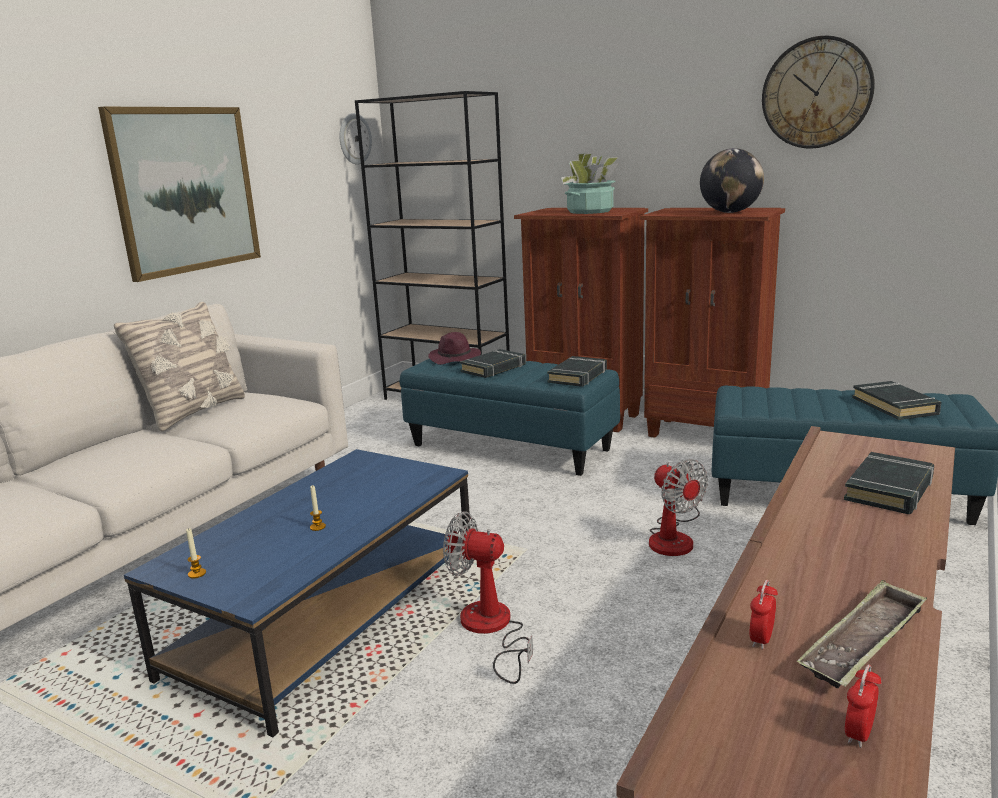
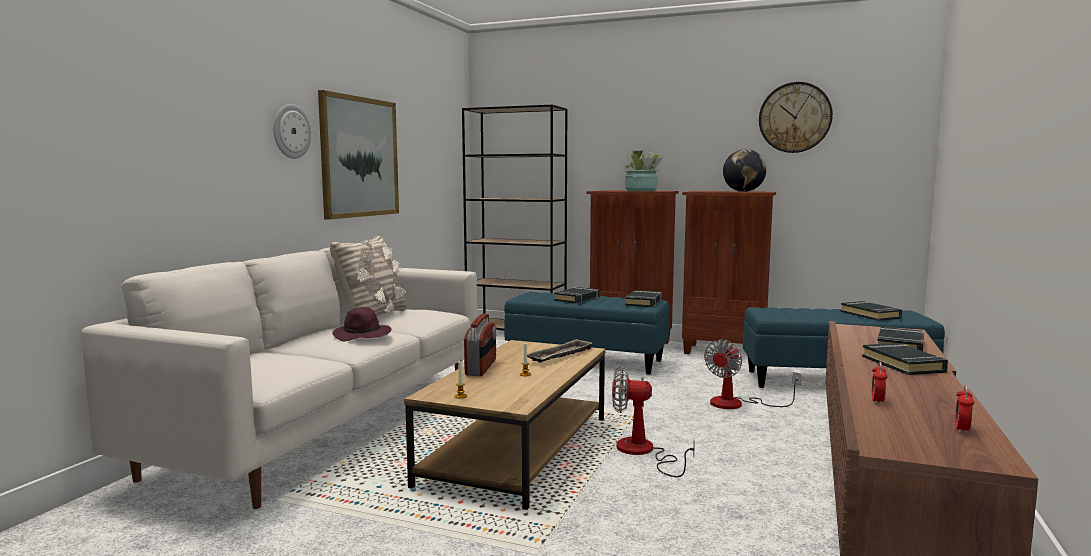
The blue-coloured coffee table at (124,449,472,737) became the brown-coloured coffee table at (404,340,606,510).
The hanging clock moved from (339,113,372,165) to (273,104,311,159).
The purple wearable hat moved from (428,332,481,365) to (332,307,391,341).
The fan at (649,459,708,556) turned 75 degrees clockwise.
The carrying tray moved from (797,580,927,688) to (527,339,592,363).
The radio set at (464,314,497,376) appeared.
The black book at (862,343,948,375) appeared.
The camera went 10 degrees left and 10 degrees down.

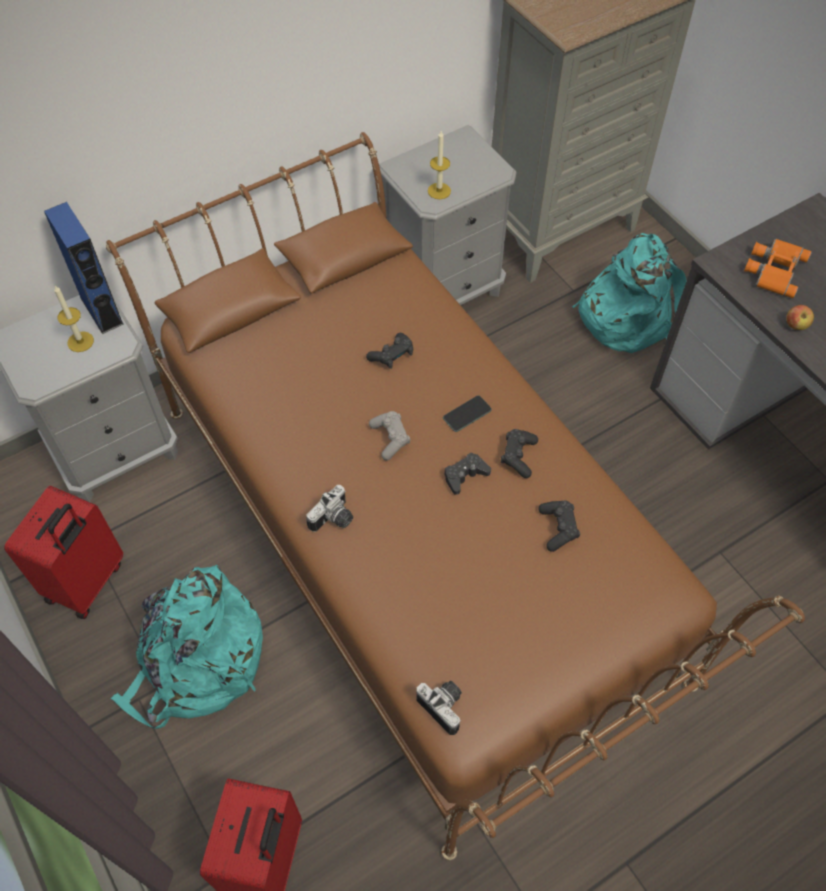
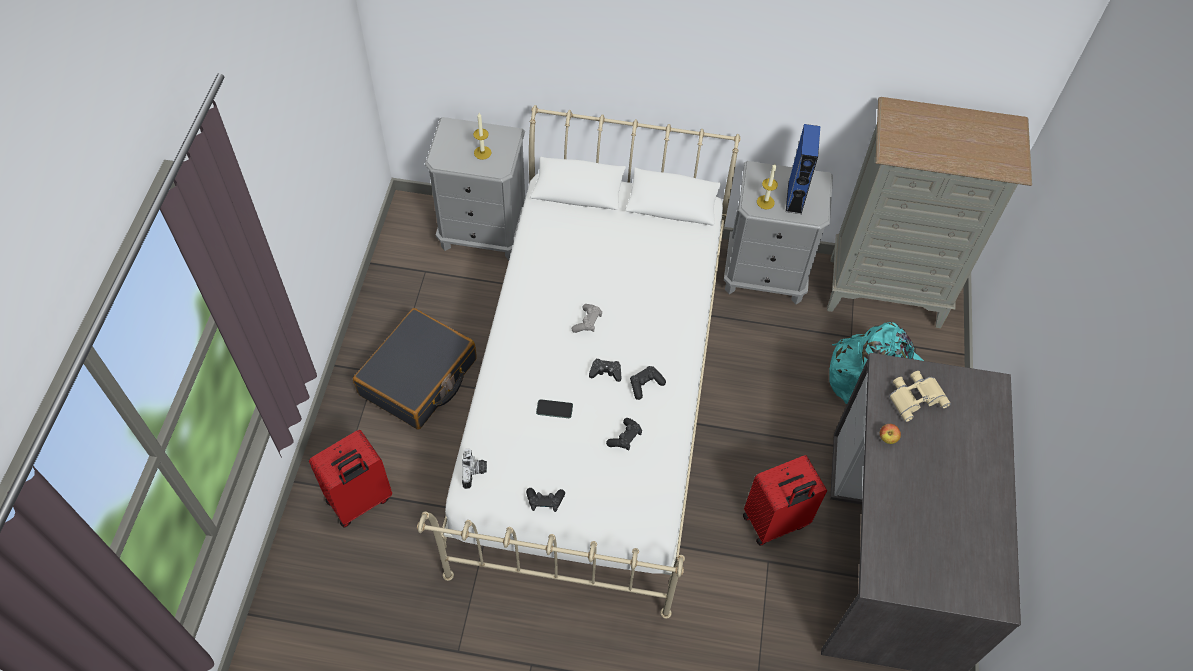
The red-coloured suitcase moved from (4,486,123,619) to (743,455,827,546).
The blue-coloured loudspeaker moved from (44,202,124,334) to (786,124,820,214).
The brown-coloured bed at (106,132,805,860) became the whitish bed at (417,105,741,619).
The turquoise-coloured backpack at (111,565,263,729) was replaced by the black suitcase at (353,308,476,429).
The photo camera at (306,485,353,532) disappeared.
The black gamepad moved from (366,333,413,369) to (526,488,565,512).
The telephone moved from (443,395,492,432) to (536,399,573,418).
The orange-coloured binoculars at (744,238,812,298) became the sand-coloured binoculars at (889,371,951,422).
The camera went 40 degrees right and 0 degrees up.

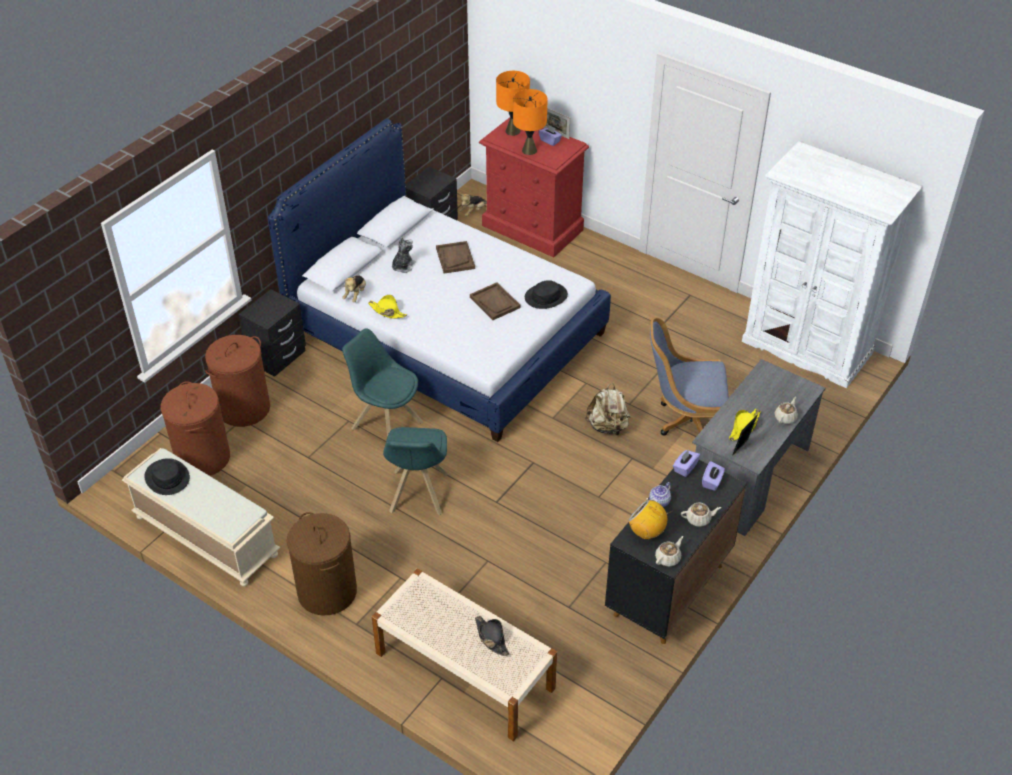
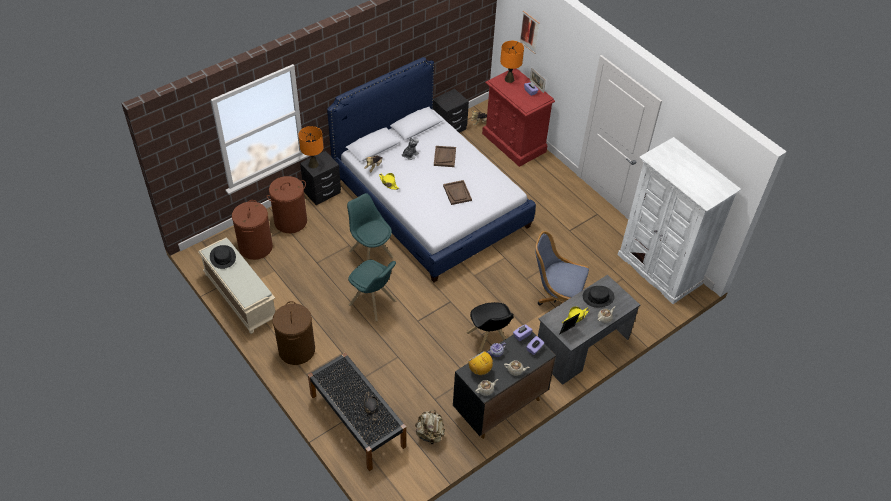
The sand-coloured bench at (372,568,557,742) became the black bench at (308,353,407,471).
The turquoise-coloured upright chair at (383,427,449,516) turned 75 degrees counterclockwise.
The orange-coloured tabletop lamp moved from (513,89,548,155) to (299,126,323,168).
The black wearable hat moved from (525,280,568,309) to (583,286,615,307).
The sand-coloured backpack moved from (585,383,631,437) to (415,410,445,444).
The black upright chair at (466,302,514,354) appeared.
The wall picture at (519,11,540,54) appeared.
The camera went 15 degrees right and 5 degrees up.

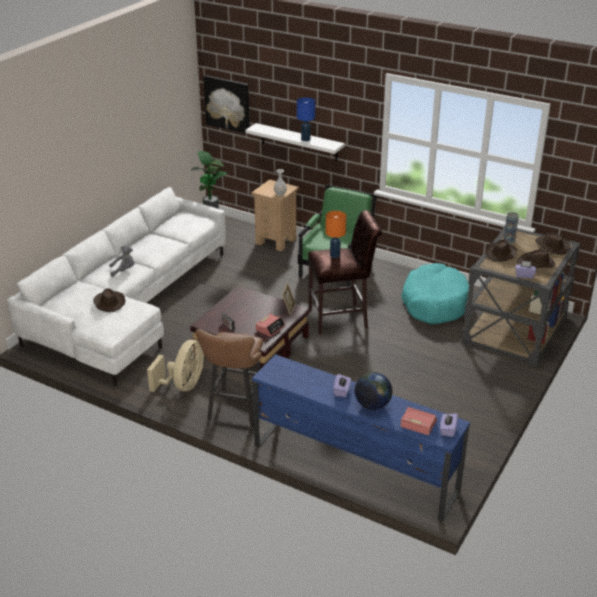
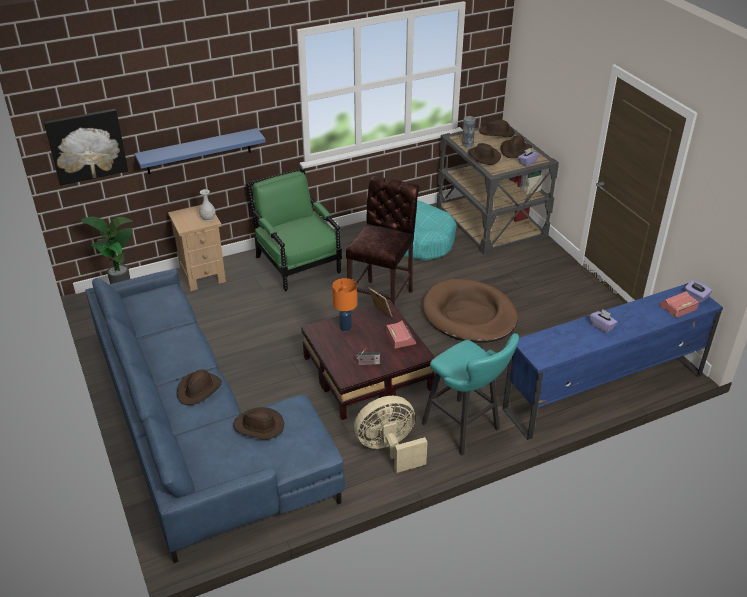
The whitish settee at (7,187,226,386) became the blue-coloured settee at (85,269,345,563).
The grey cuddly toy at (109,245,134,277) was replaced by the brown-coloured wearable hat at (177,369,222,405).
The sand-coloured fan at (147,340,204,392) turned 75 degrees counterclockwise.
The brown-coloured sitting stool at (195,329,263,427) became the turquoise-coloured sitting stool at (421,333,519,456).
The whitish wall shelf at (245,123,345,161) became the blue-coloured wall shelf at (134,128,266,174).
The blue-coloured tabletop lamp at (297,98,315,141) disappeared.
The orange-coloured tabletop lamp moved from (325,211,346,258) to (332,278,357,331).
The world globe at (355,372,392,410) disappeared.
The brown-coloured dog bed at (423,279,518,343) appeared.
The camera went 55 degrees left and 5 degrees up.

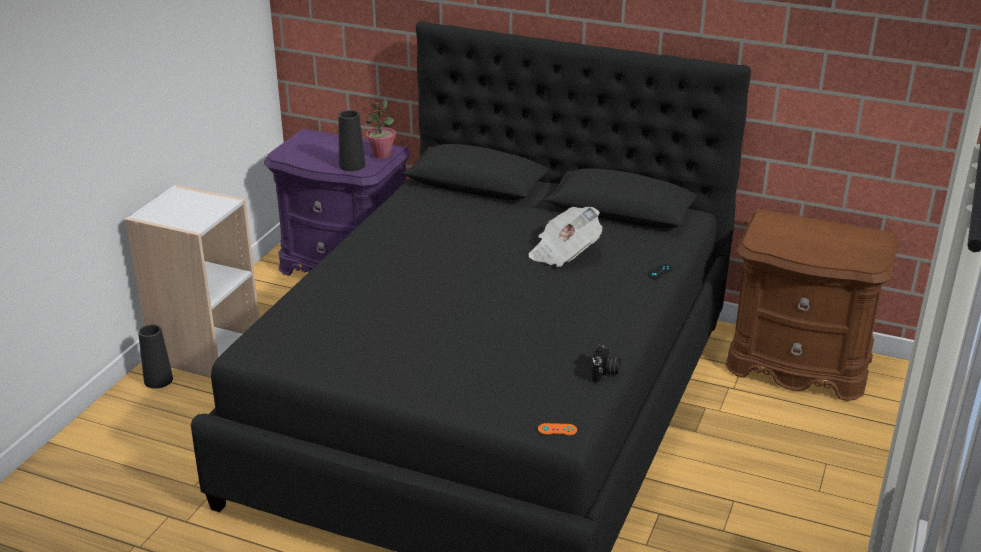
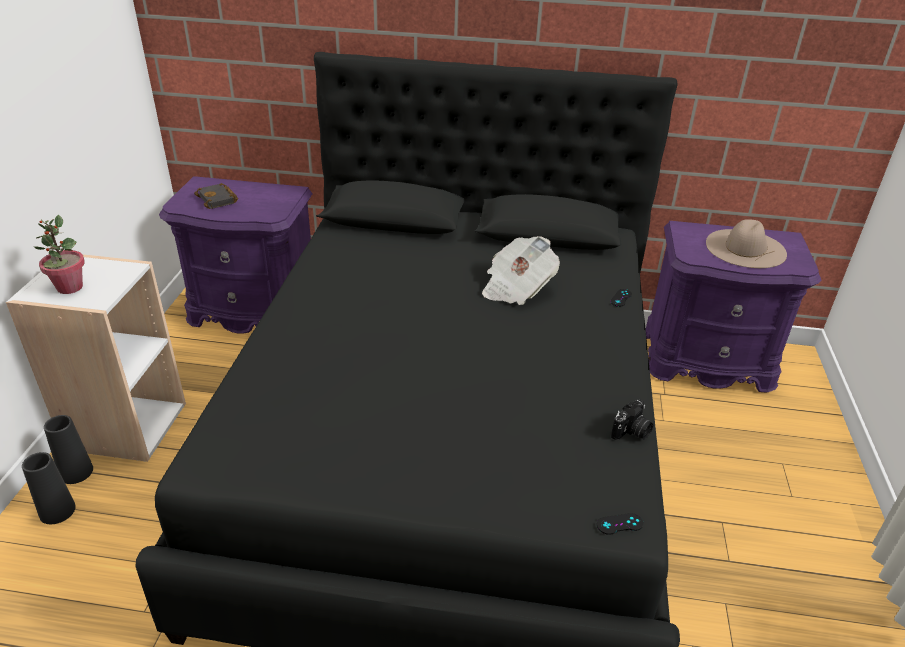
The black flower vase moved from (338,110,365,171) to (22,452,76,524).
The potted plant moved from (365,100,396,159) to (34,215,85,294).
The orange-coloured gamepad at (538,423,577,435) became the black gamepad at (597,513,643,535).
The photo camera at (592,344,620,383) turned 45 degrees clockwise.
The brown-coloured bedside table at (725,209,899,401) became the purple bedside table at (646,221,821,393).
The black book at (194,183,238,209) appeared.
The sand-coloured wearable hat at (706,219,787,268) appeared.
The camera went 15 degrees left and 5 degrees up.

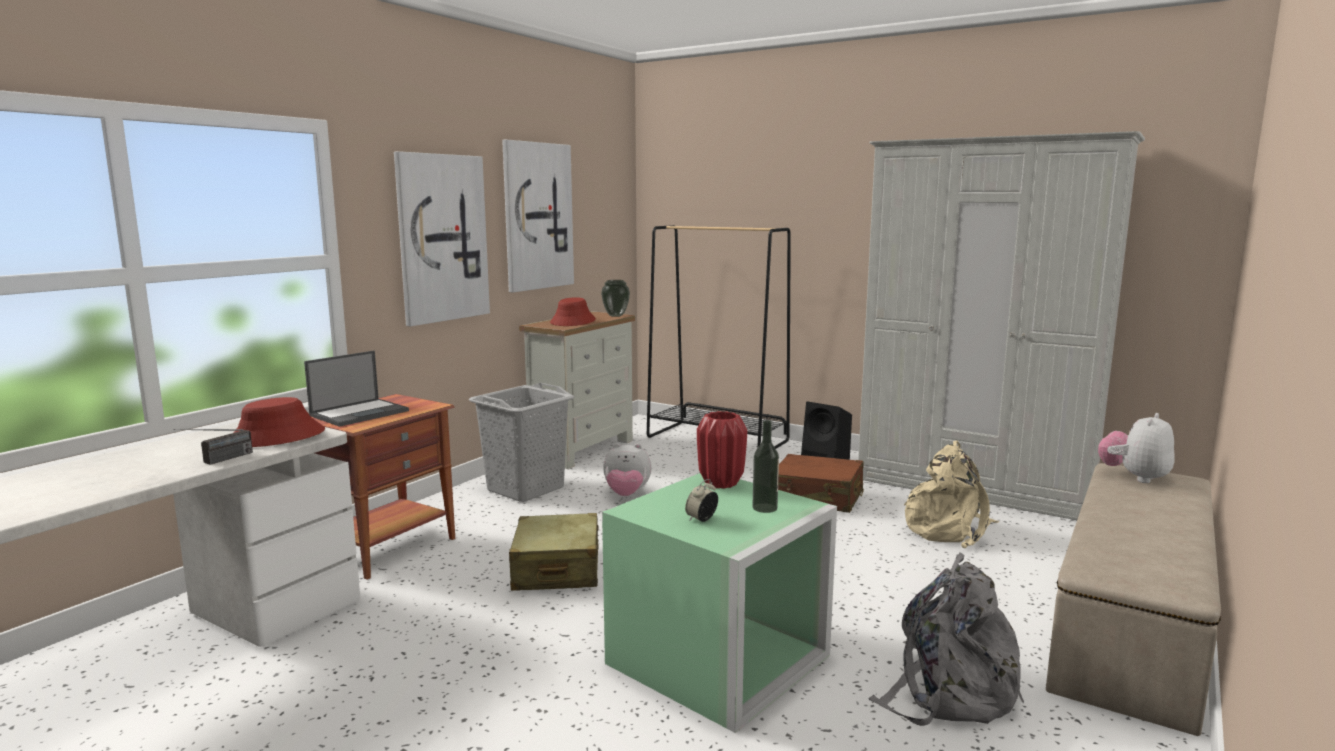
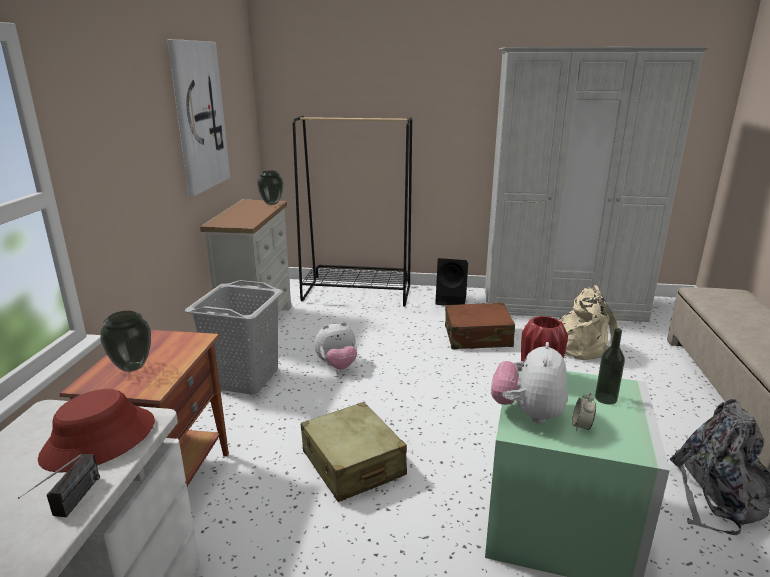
The portable computer at (304,351,409,427) was replaced by the flower vase at (100,311,151,372).
The wall picture at (394,151,490,326) disappeared.
The red-coloured wearable hat at (550,297,596,326) disappeared.
The cuddly toy moved from (1098,413,1175,483) to (491,342,568,423).
The camera went 25 degrees left and 10 degrees up.

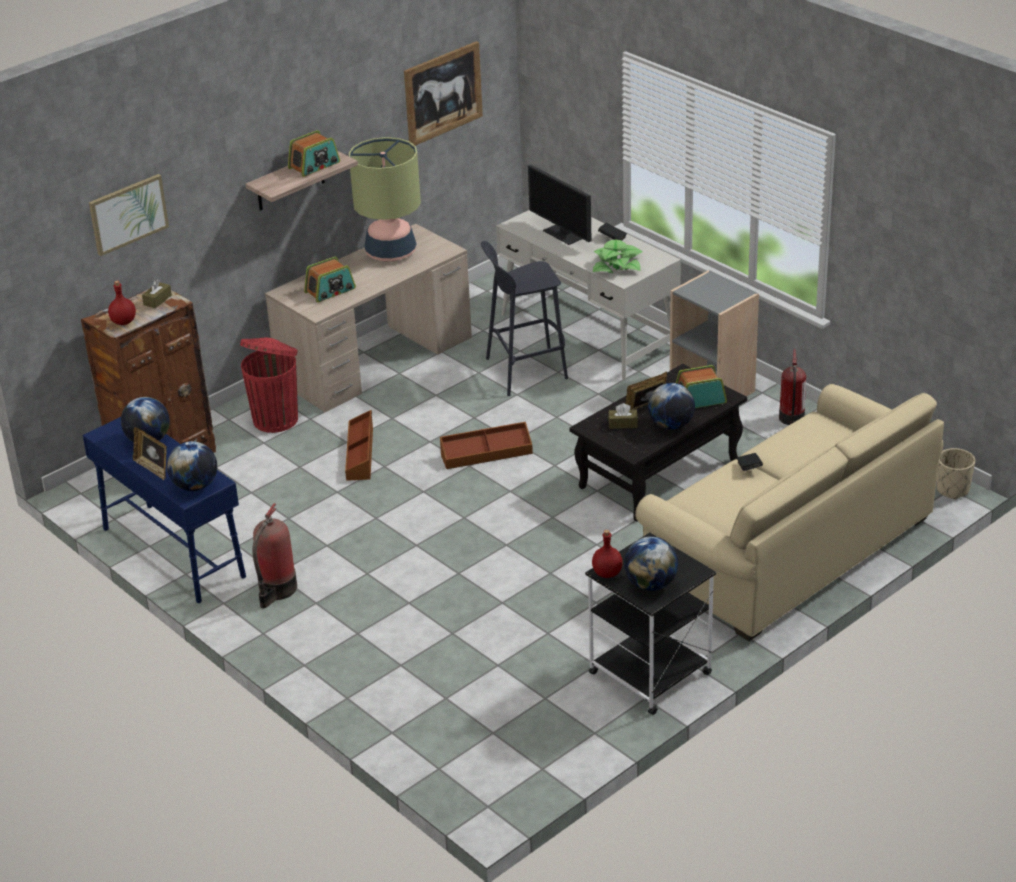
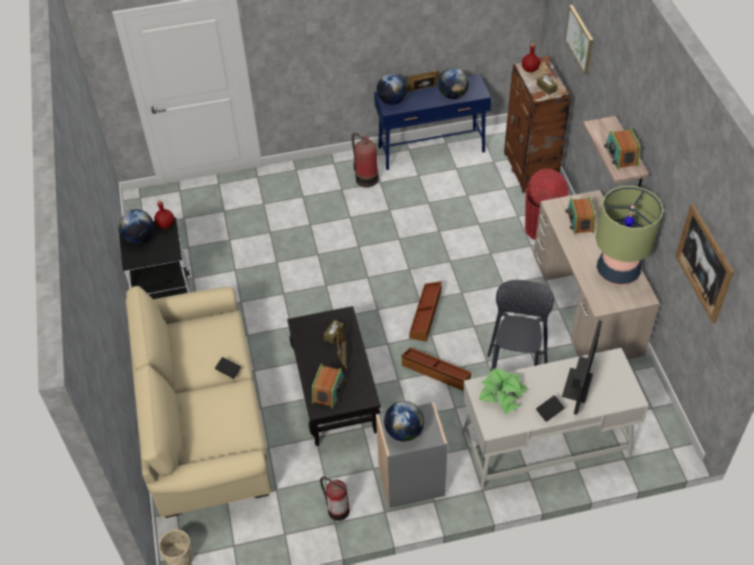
The brown-coloured storage container moved from (345,410,373,481) to (401,347,471,391).
The computer display at (528,165,591,245) turned 120 degrees clockwise.
The world globe moved from (648,383,695,430) to (384,401,424,441).
The camera went 120 degrees right and 15 degrees up.

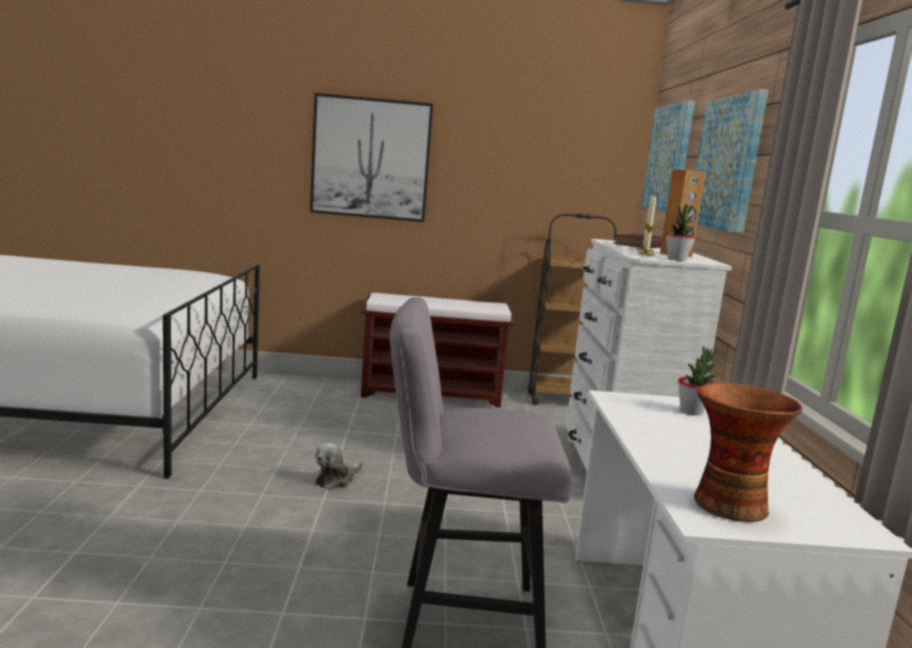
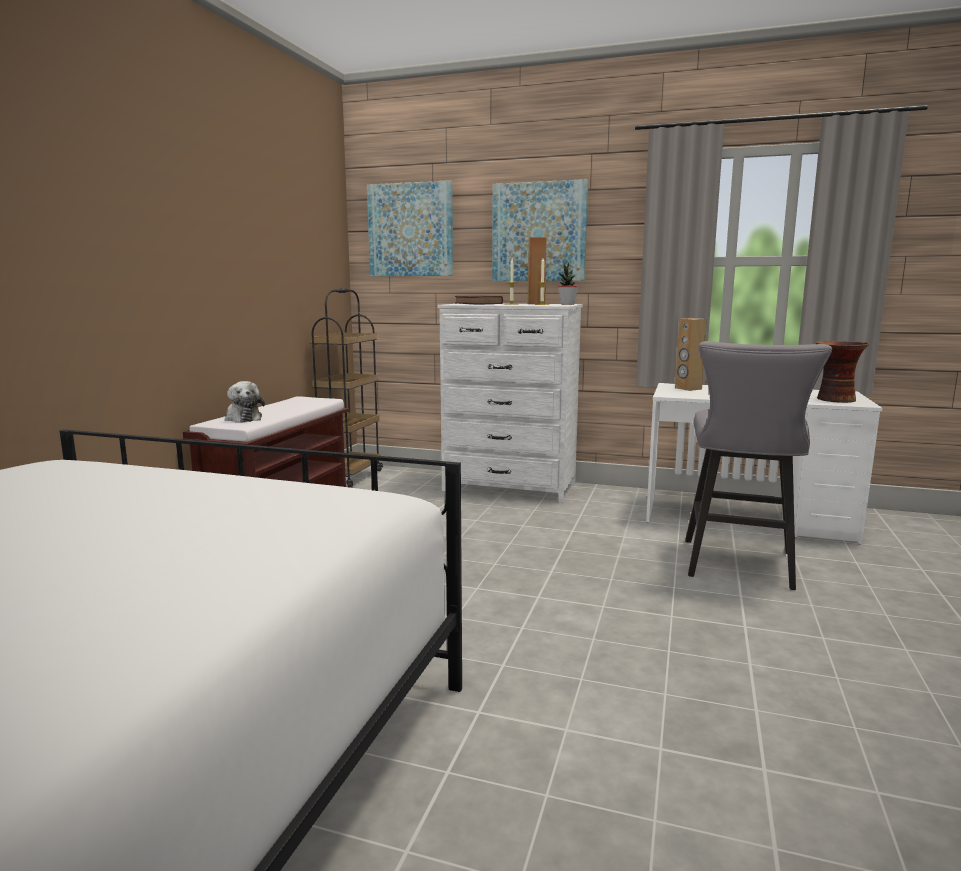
The wall picture at (310,93,433,222) disappeared.
The cuddly toy moved from (315,443,363,490) to (225,381,265,423).
The potted plant at (678,346,717,415) was replaced by the brown-coloured loudspeaker at (675,318,707,391).
The camera went 70 degrees left and 0 degrees up.

